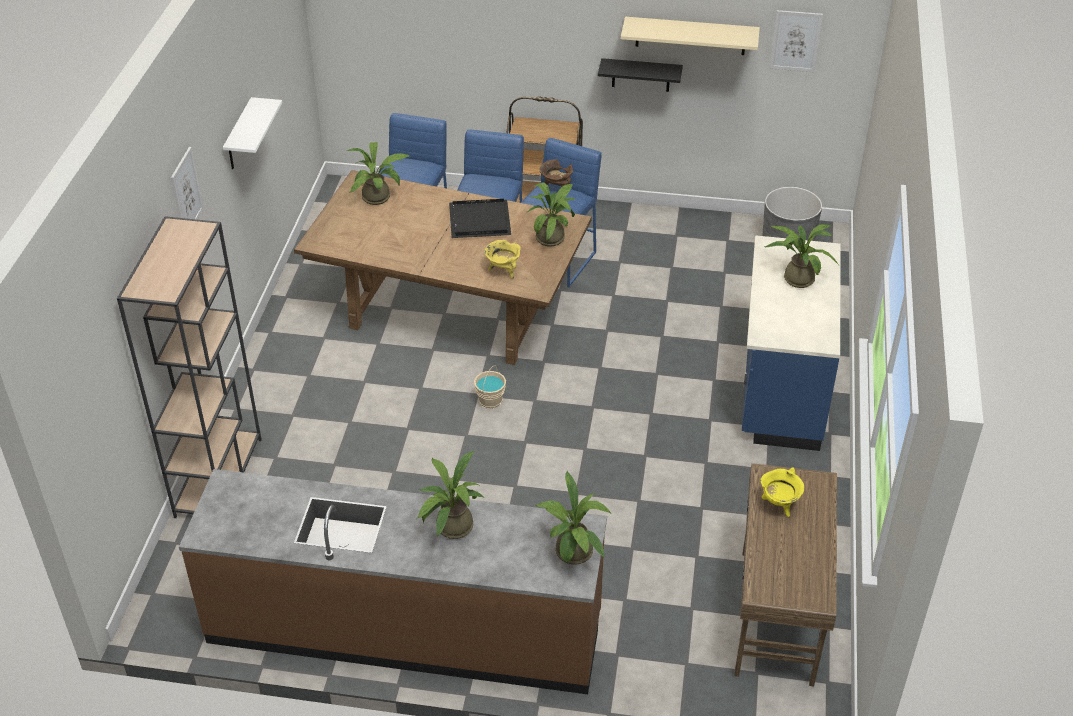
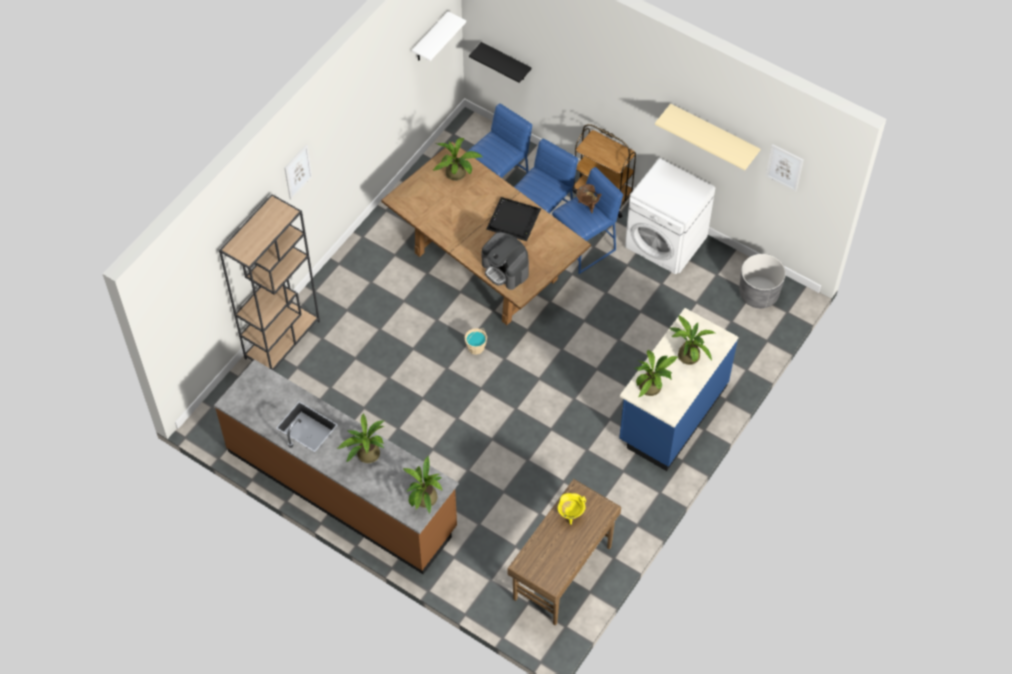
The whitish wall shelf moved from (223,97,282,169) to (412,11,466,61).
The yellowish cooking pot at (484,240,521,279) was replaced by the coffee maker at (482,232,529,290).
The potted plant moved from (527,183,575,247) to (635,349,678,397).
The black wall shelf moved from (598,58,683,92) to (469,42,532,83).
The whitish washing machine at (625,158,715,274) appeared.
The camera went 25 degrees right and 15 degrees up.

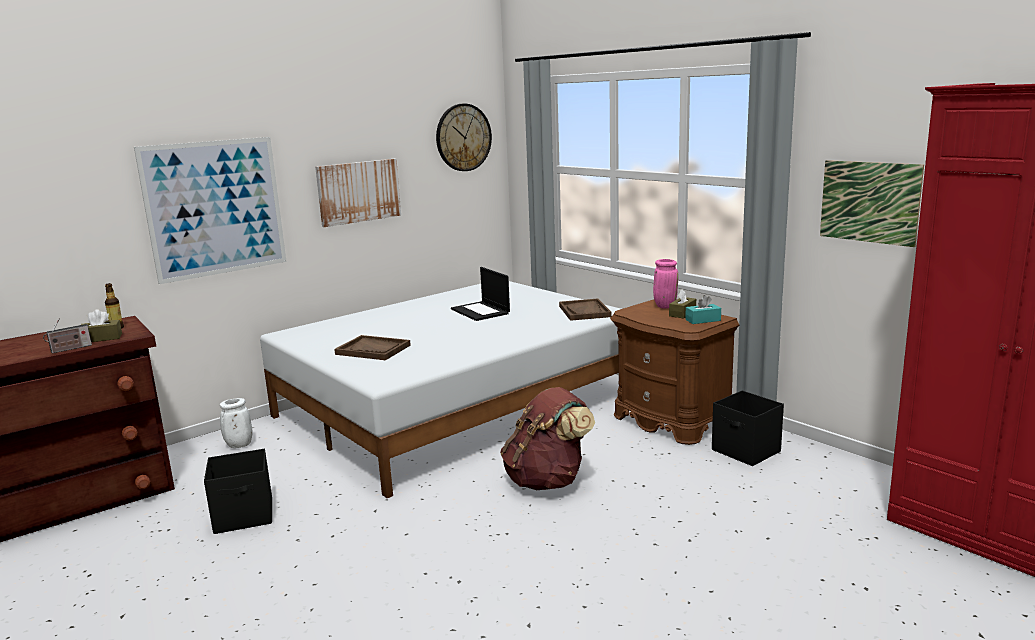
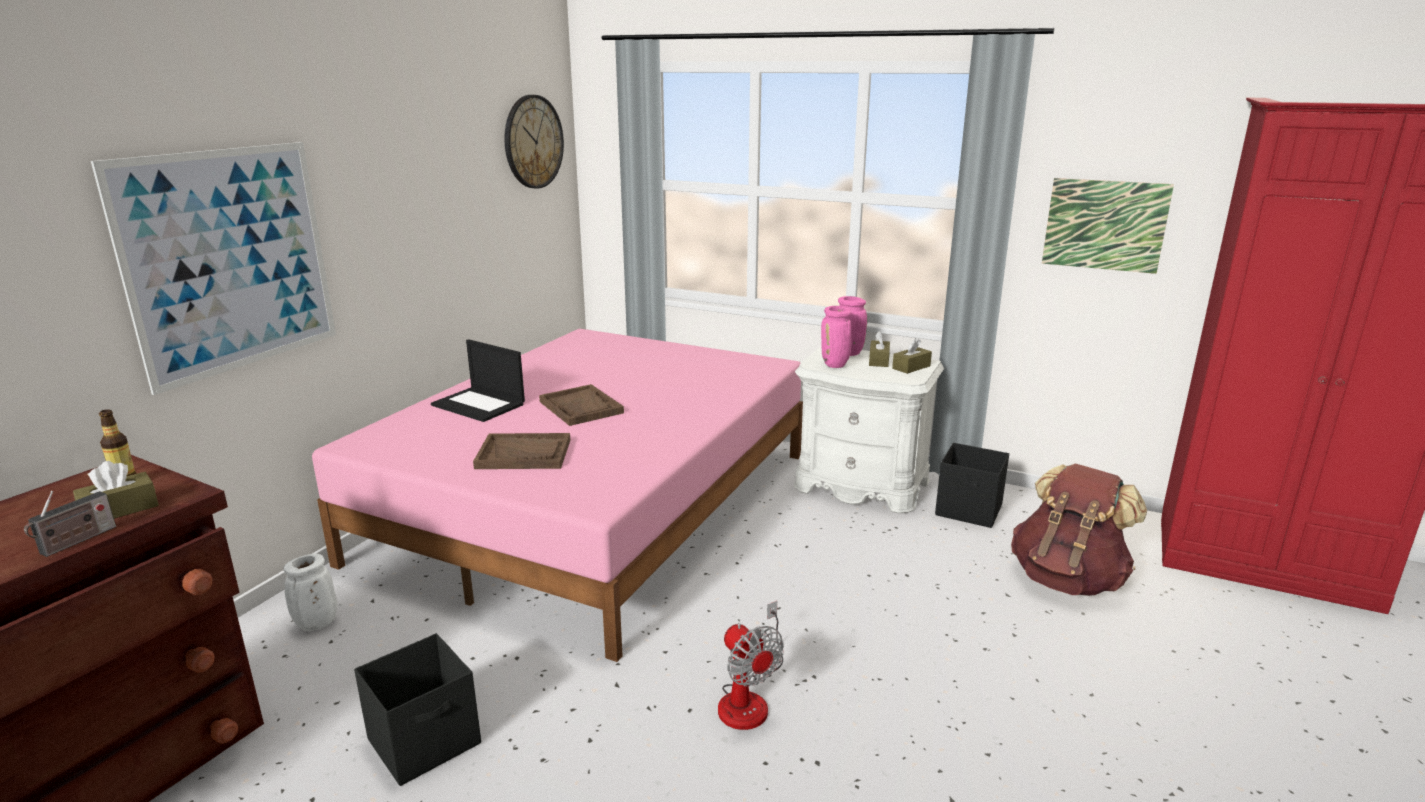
The whitish bed at (260,281,621,498) became the pink bed at (312,329,803,662).
The wall picture at (315,159,401,227) disappeared.
The portable computer moved from (451,267,510,321) to (431,339,525,422).
The brown-coloured backpack moved from (500,387,595,490) to (1011,463,1147,596).
The brown-coloured carrying tray moved from (559,299,612,321) to (539,384,624,426).
The brown-coloured bedside table at (610,299,739,445) became the whitish bedside table at (794,346,944,513).
The turquoise-coloured tissue holder at (685,295,721,324) became the brown-coloured tissue holder at (892,338,932,374).
The fan at (718,601,784,730) appeared.
The pink flower vase at (821,306,851,368) appeared.
The camera went 25 degrees left and 5 degrees up.

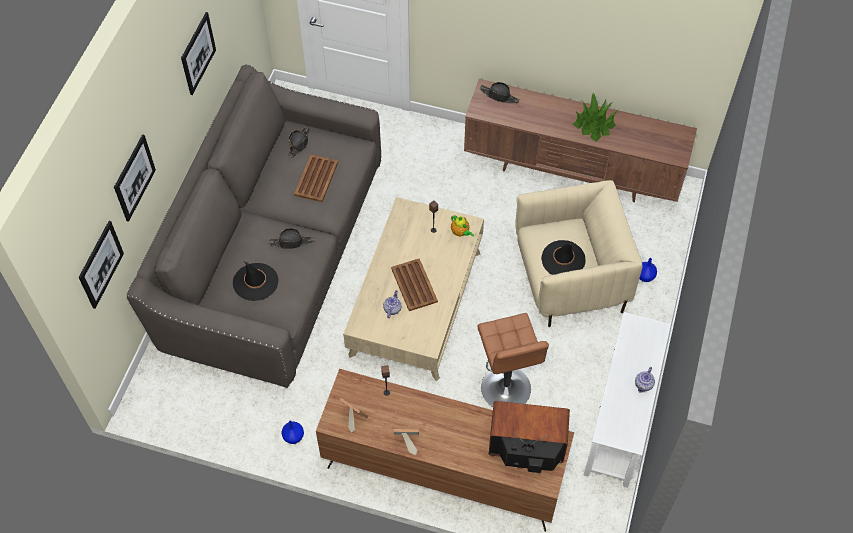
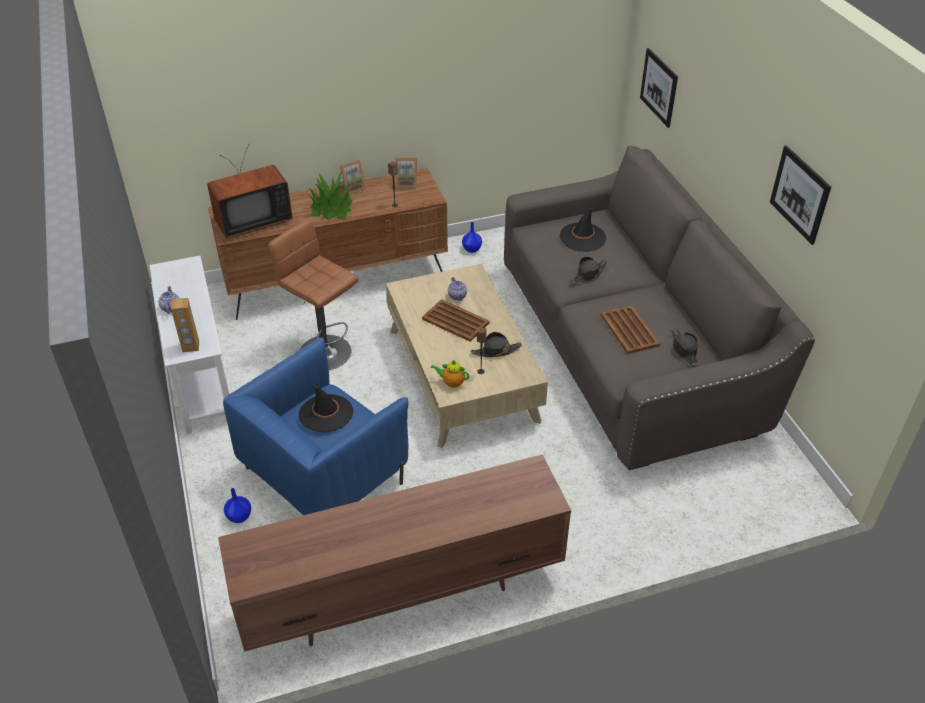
The wall picture at (114,134,156,222) disappeared.
The black wearable hat moved from (480,82,520,103) to (471,332,522,357).
The sand-coloured lounge chair at (515,180,642,327) became the blue-coloured lounge chair at (223,337,408,515).
The potted plant moved from (572,92,619,142) to (308,172,353,220).
The brown-coloured loudspeaker at (171,298,199,352) appeared.
The camera went 145 degrees right and 15 degrees down.

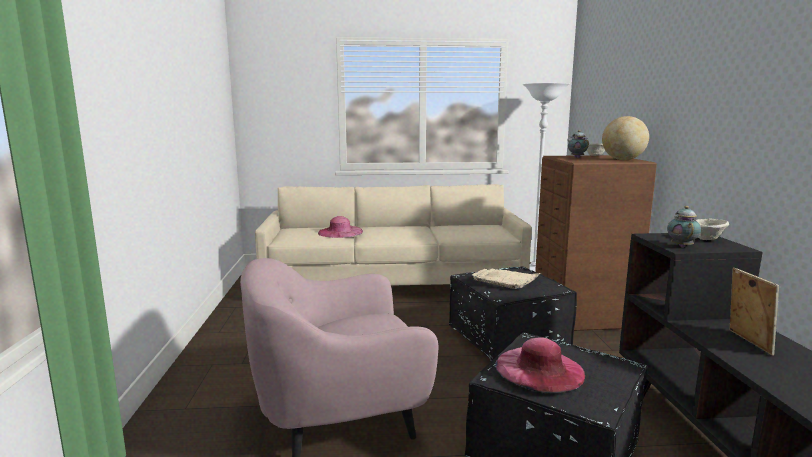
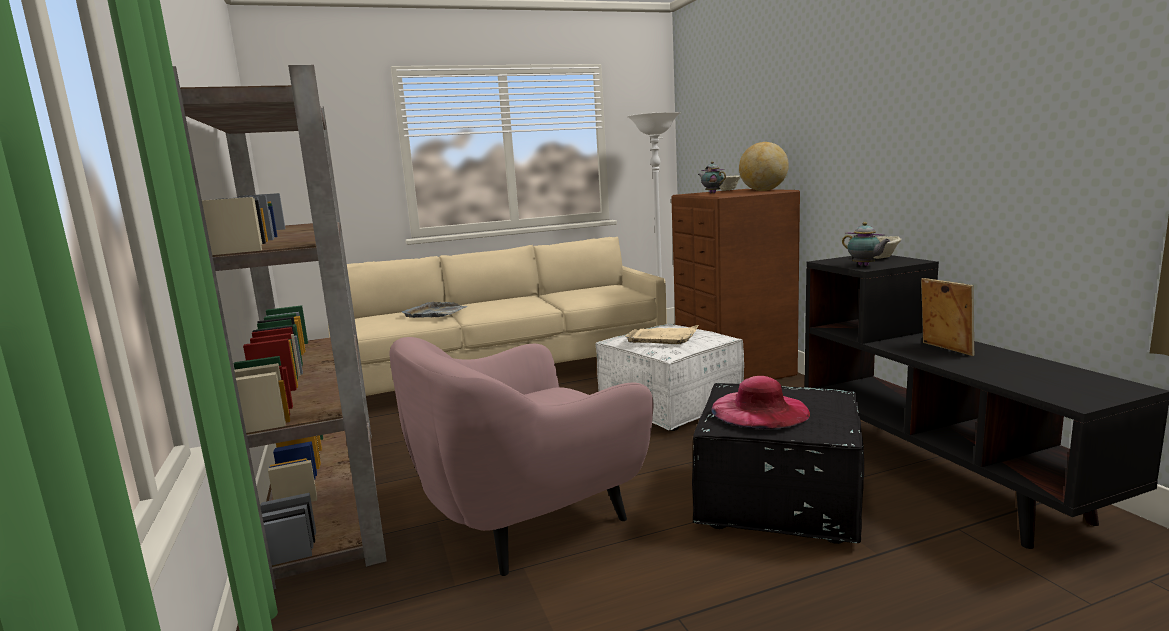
The pink wearable hat at (318,216,363,238) was replaced by the grey carrying tray at (402,302,467,318).
The black pouffe at (449,266,577,361) became the whitish pouffe at (595,324,744,431).
The tea pot at (667,206,701,248) turned 150 degrees clockwise.
The brown-coloured bookshelf at (173,65,387,590) appeared.
The camera went 15 degrees left and 0 degrees up.

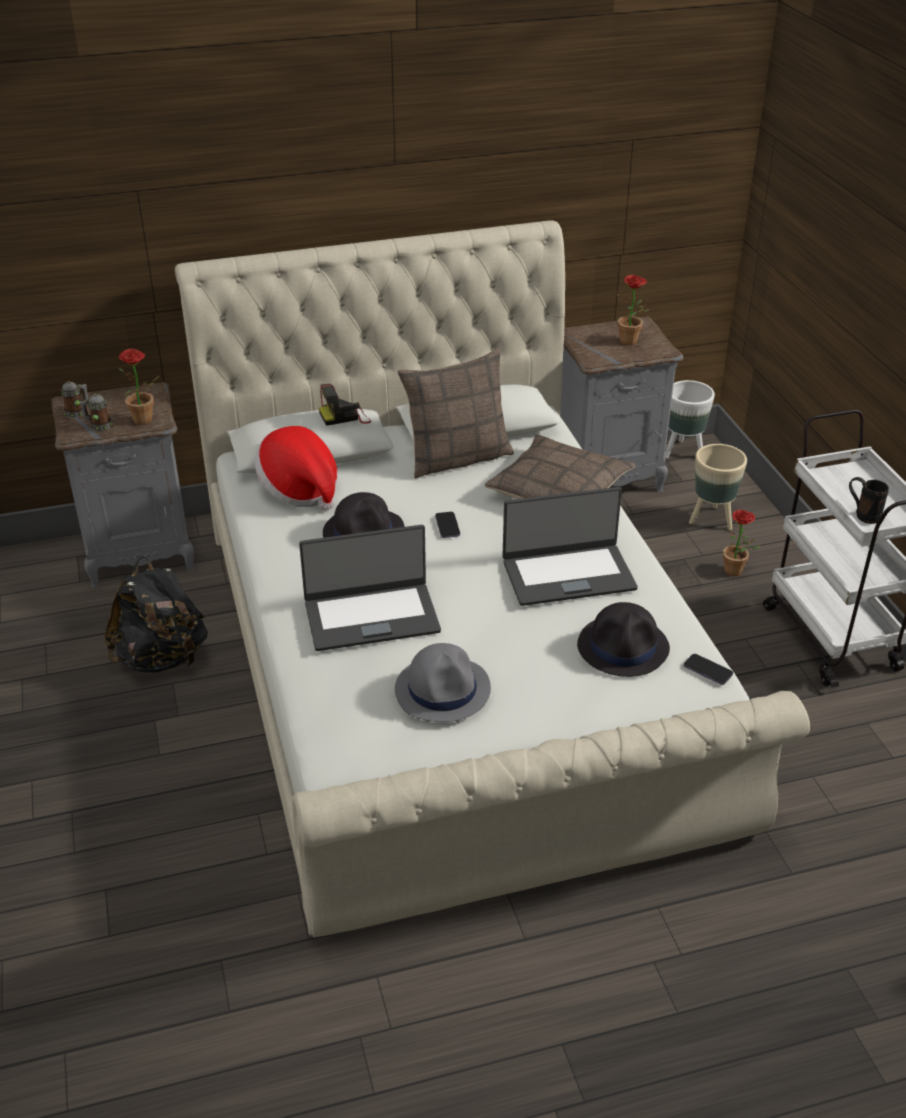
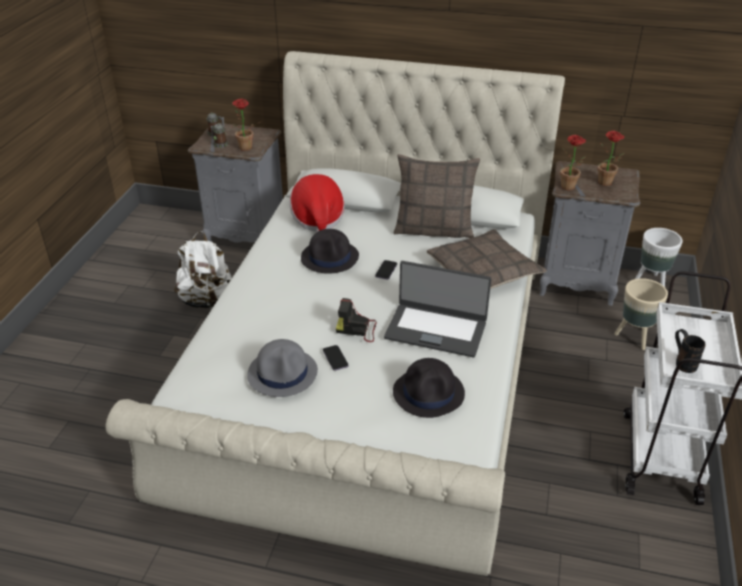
The black backpack at (104,556,208,673) became the whitish backpack at (174,231,232,308).
The portable computer at (299,525,441,651) disappeared.
The photo camera moved from (319,384,371,426) to (336,298,377,342).
The telephone moved from (684,654,733,685) to (323,345,348,371).
The potted plant moved from (723,510,761,576) to (560,135,586,190).
The camera went 30 degrees right and 0 degrees up.

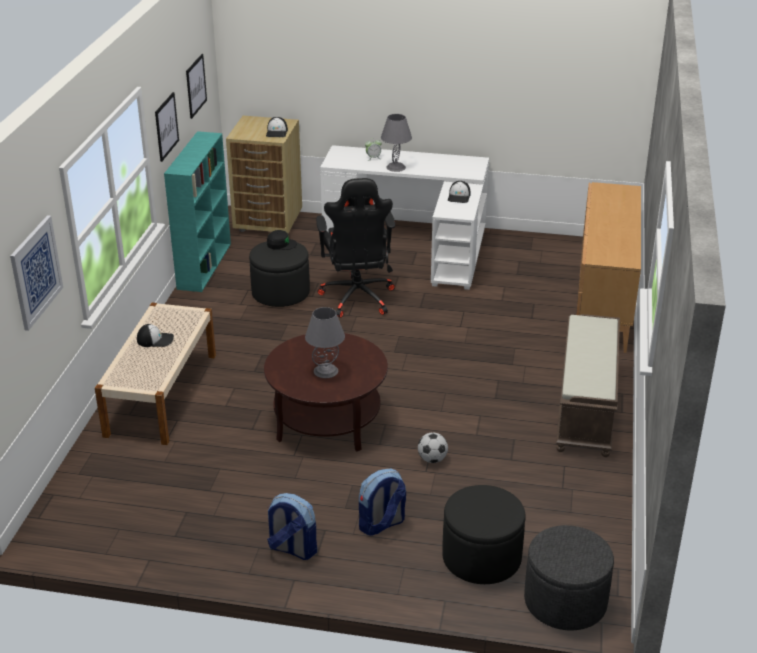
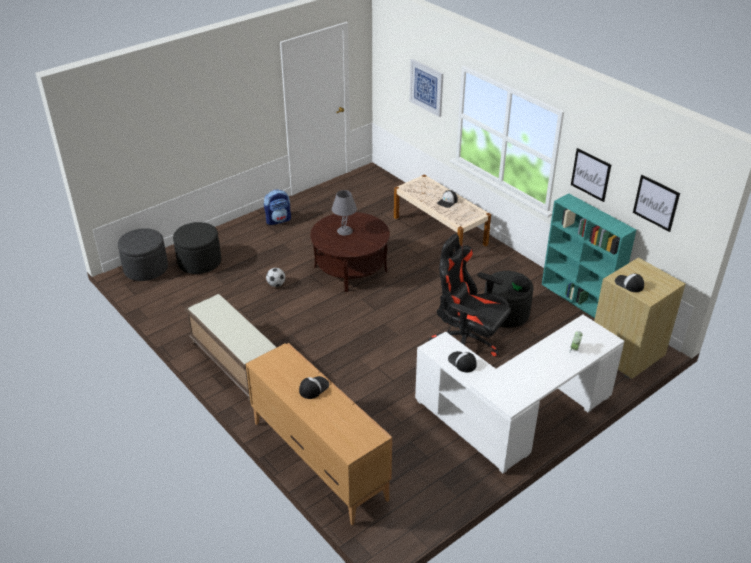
The backpack at (359,469,406,536) disappeared.
The grey tabletop lamp at (381,114,412,172) disappeared.
The baseball cap at (299,376,329,399) appeared.
The camera went 130 degrees right and 5 degrees up.

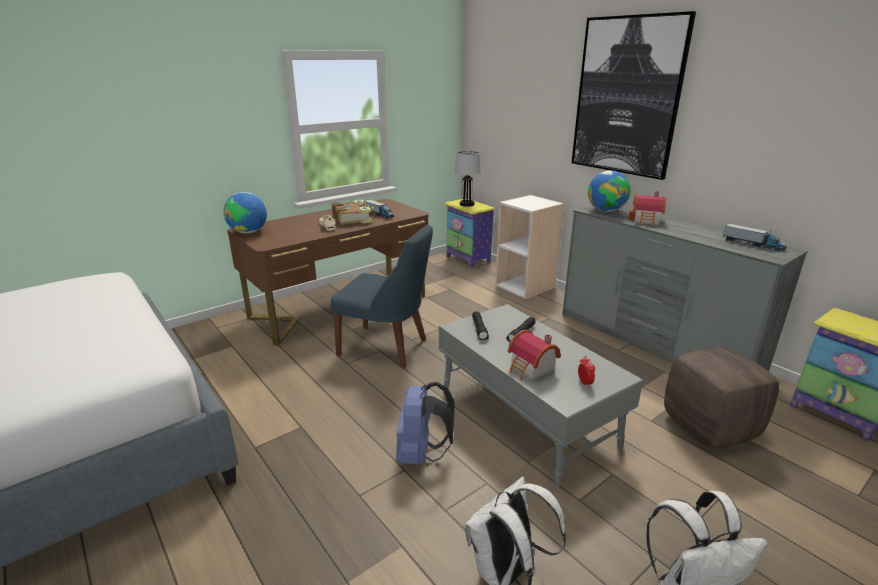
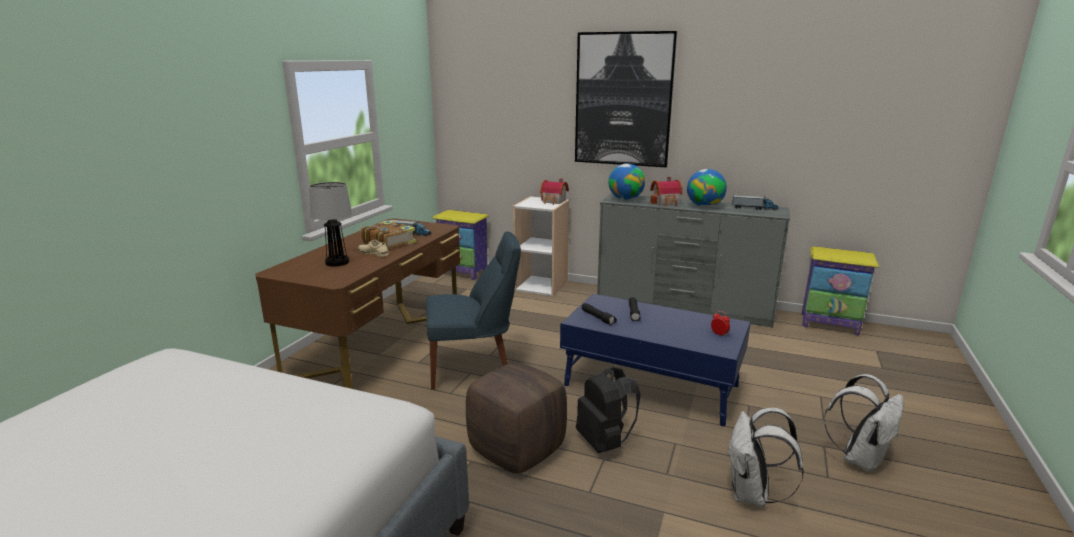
The world globe moved from (223,192,267,234) to (687,169,727,207).
The blue-coloured backpack at (396,382,455,464) became the black backpack at (576,367,641,453).
The grey coffee table at (439,304,643,486) became the blue-coloured coffee table at (560,294,751,426).
The tabletop lamp moved from (455,151,481,207) to (309,182,352,266).
The model house moved from (508,330,561,380) to (540,178,569,205).
The brown-coloured pouffe moved from (664,347,779,448) to (466,363,567,473).
The camera went 30 degrees left and 5 degrees down.

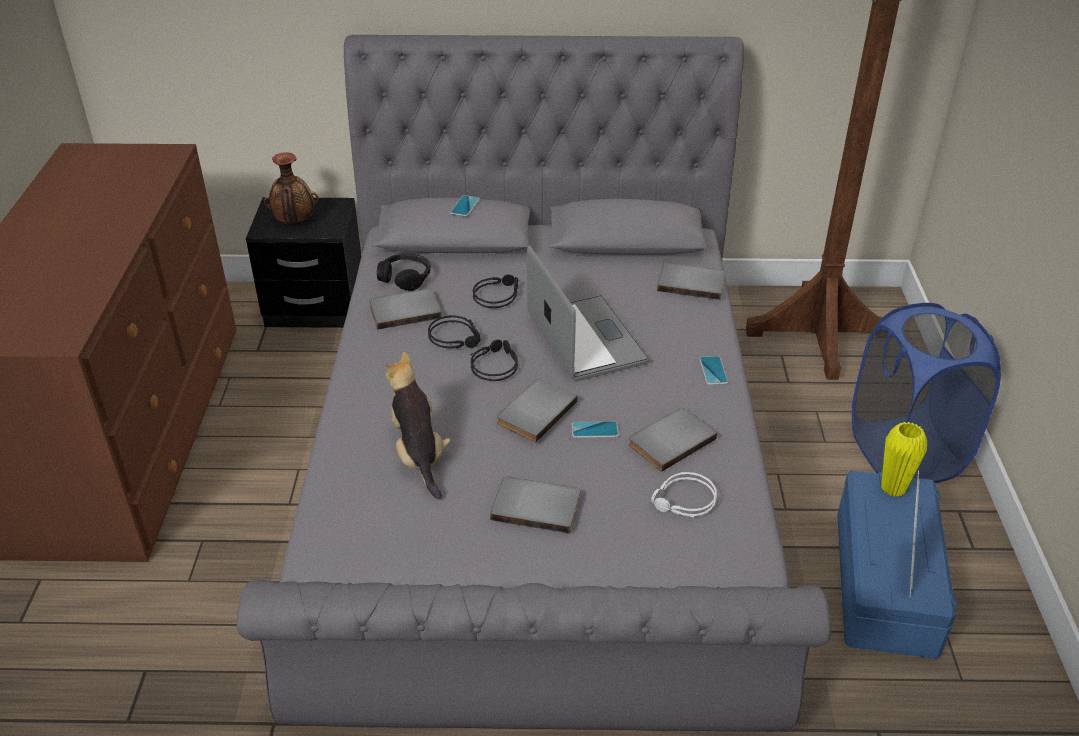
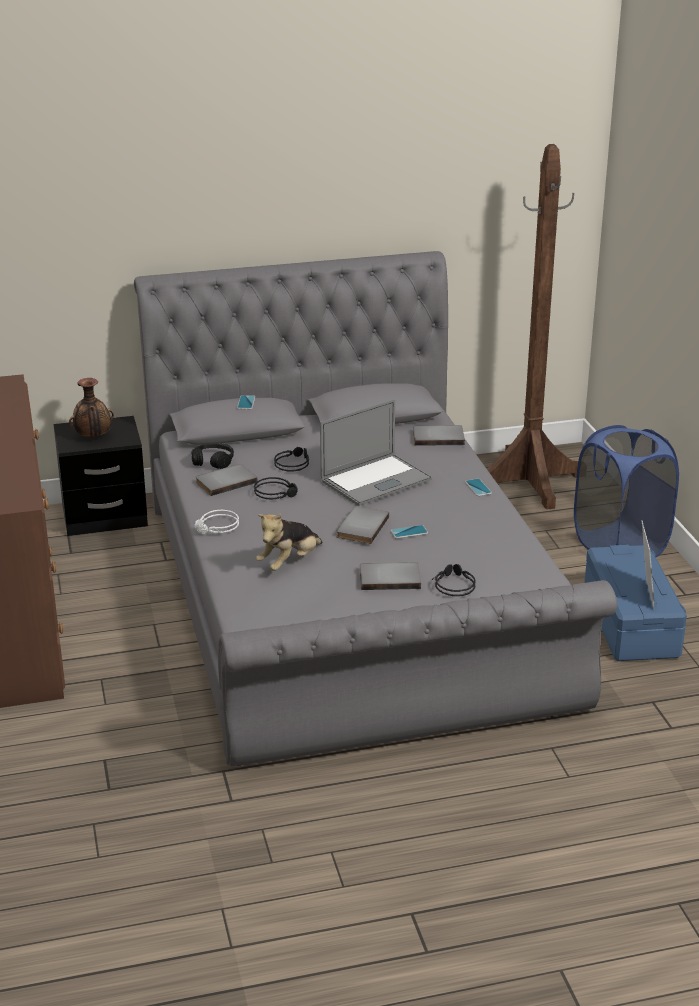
The cuddly toy at (385,352,451,499) turned 105 degrees counterclockwise.
The black headset moved from (470,340,518,381) to (432,564,476,596).
The portable computer at (527,246,650,382) turned 90 degrees clockwise.
The grey book at (629,408,717,472) disappeared.
The whitish headset moved from (651,472,717,518) to (194,510,239,534).
The yellowish flower vase at (881,422,927,497) disappeared.
The camera went 15 degrees left and 10 degrees down.

